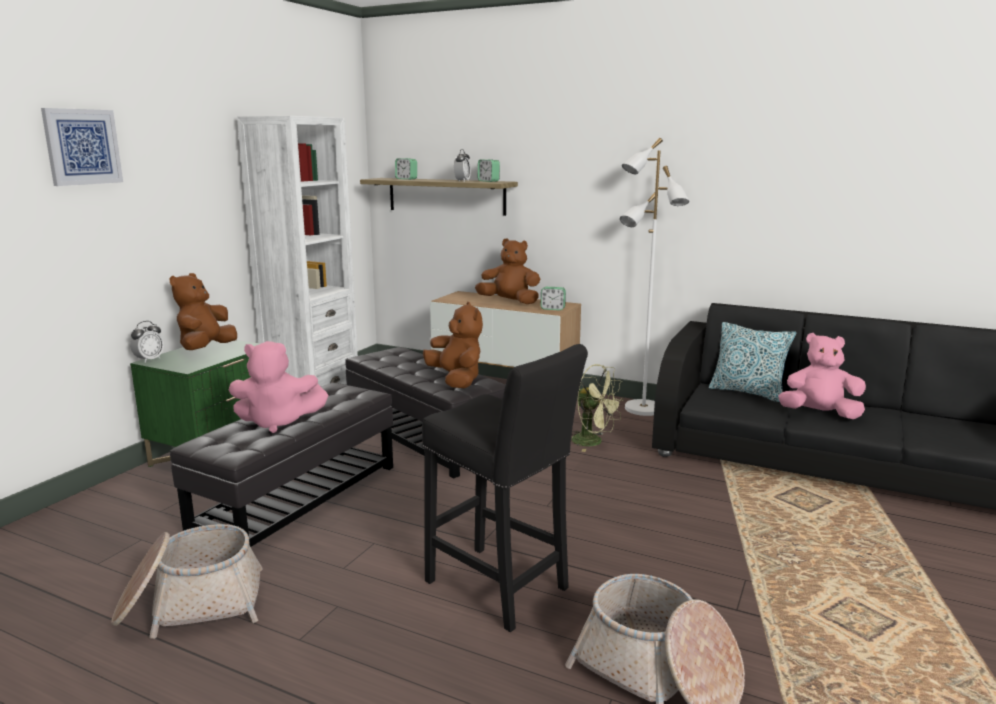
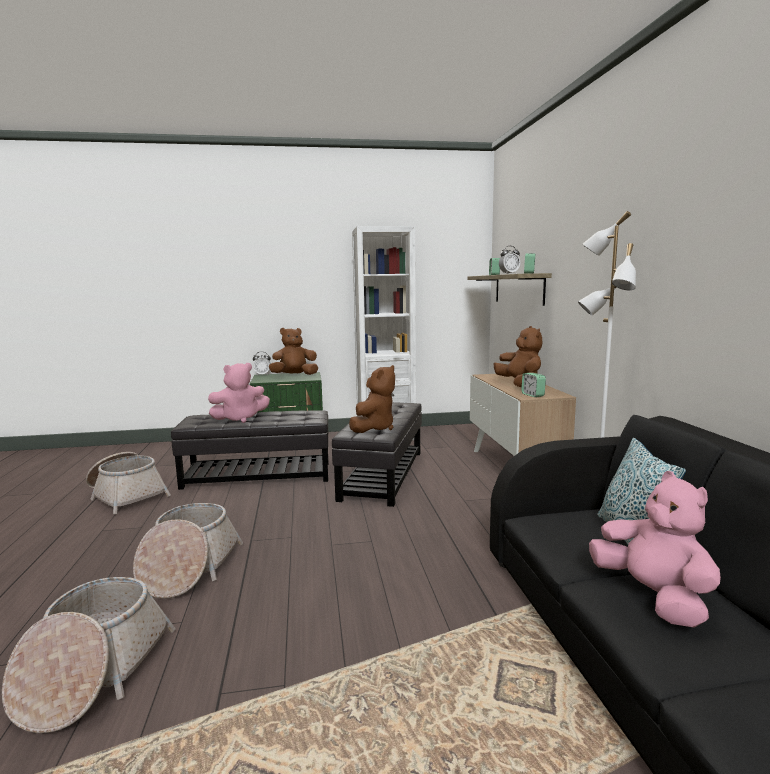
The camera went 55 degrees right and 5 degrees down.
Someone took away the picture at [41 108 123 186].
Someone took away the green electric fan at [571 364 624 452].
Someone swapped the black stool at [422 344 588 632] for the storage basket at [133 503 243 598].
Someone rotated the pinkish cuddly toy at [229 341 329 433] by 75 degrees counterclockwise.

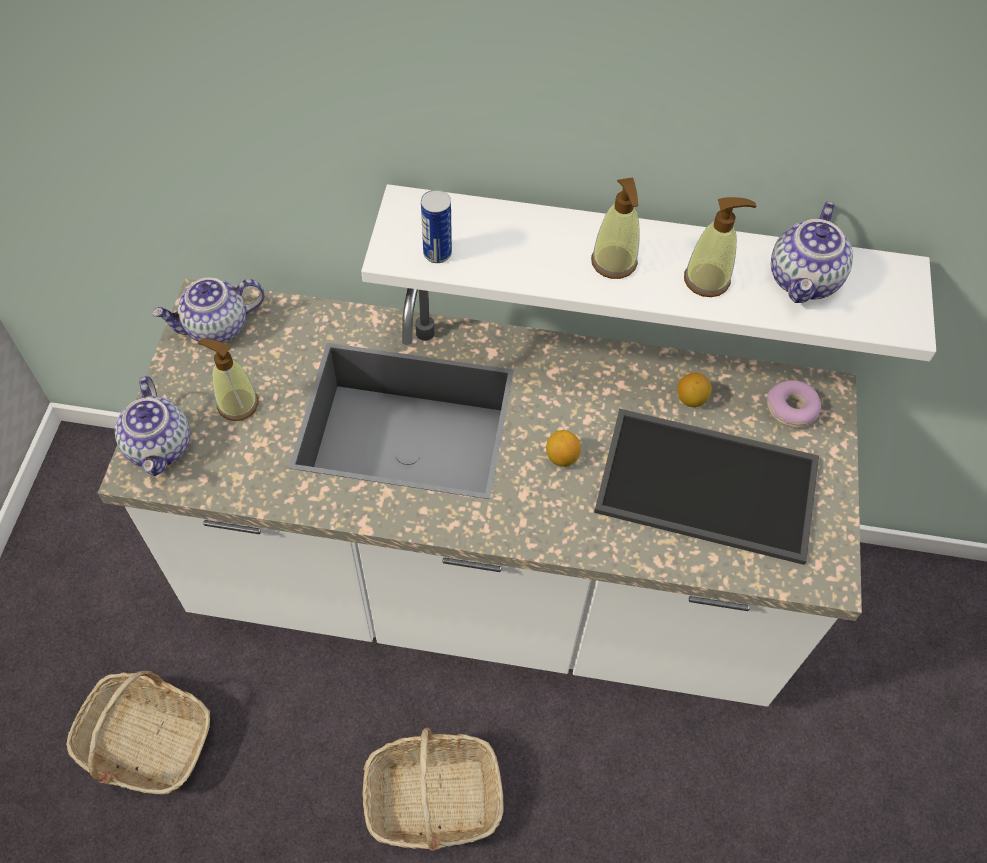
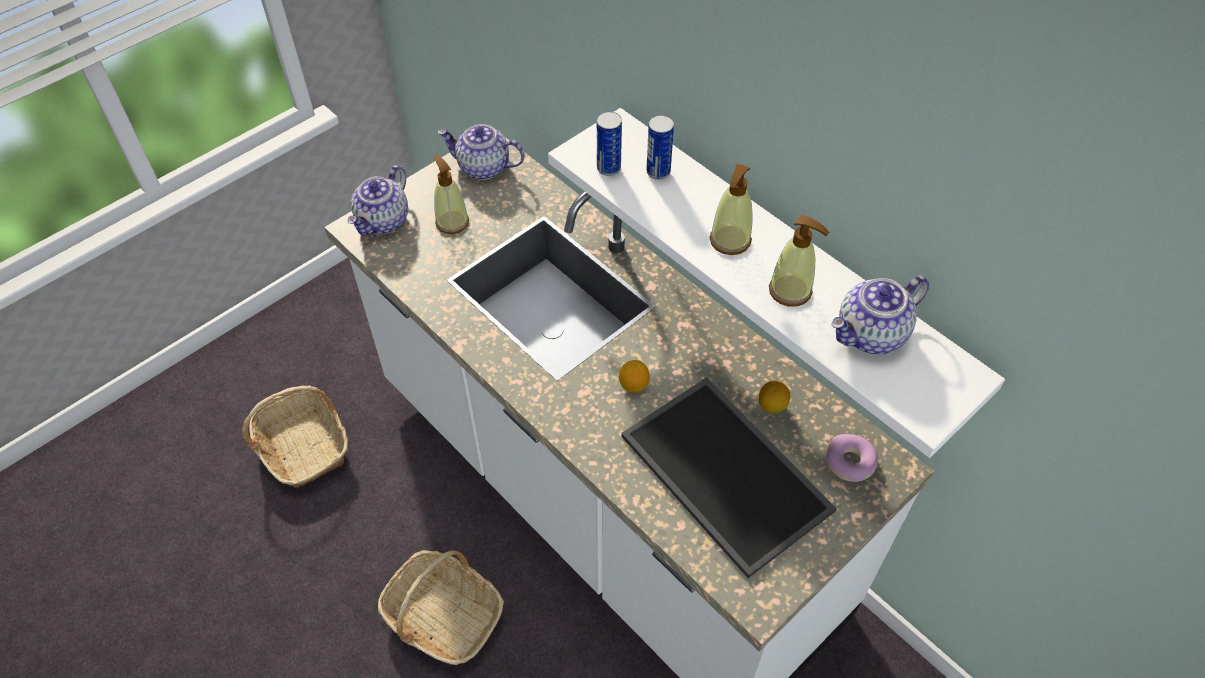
The camera went 40 degrees right and 5 degrees down.
Someone put down the sealed can at [646 115 674 180].

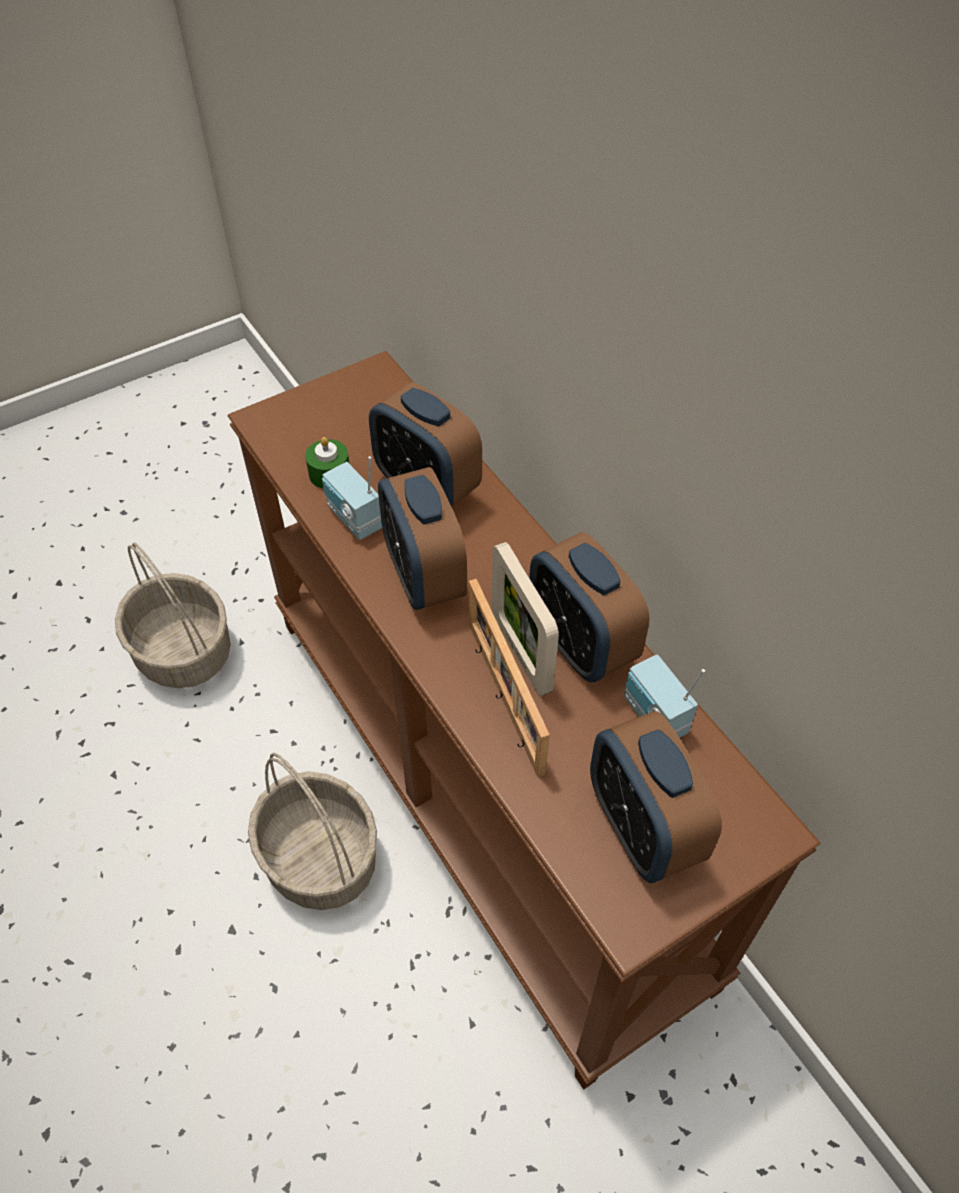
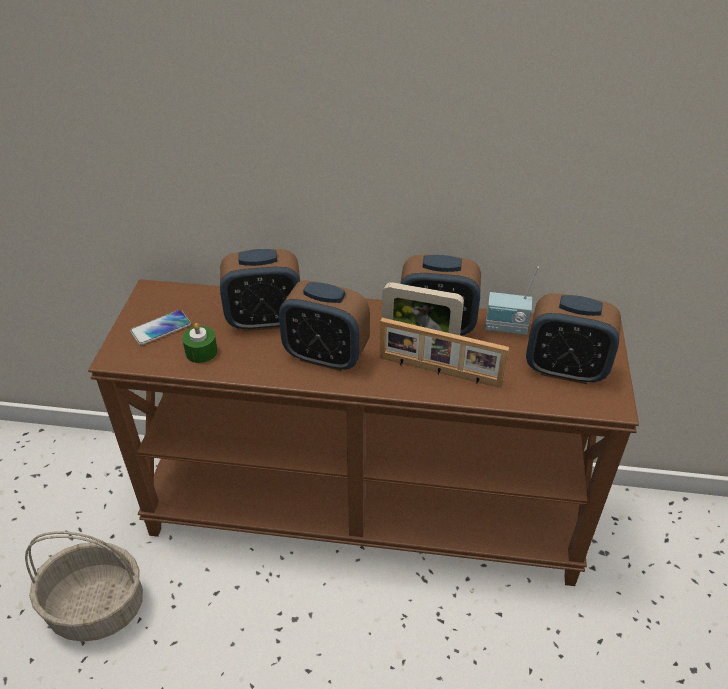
The camera went 50 degrees left and 10 degrees down.
Someone took away the storage basket at [248 752 377 910].
Someone took away the radio set at [322 456 382 540].
Someone put down the telephone at [130 310 191 345].

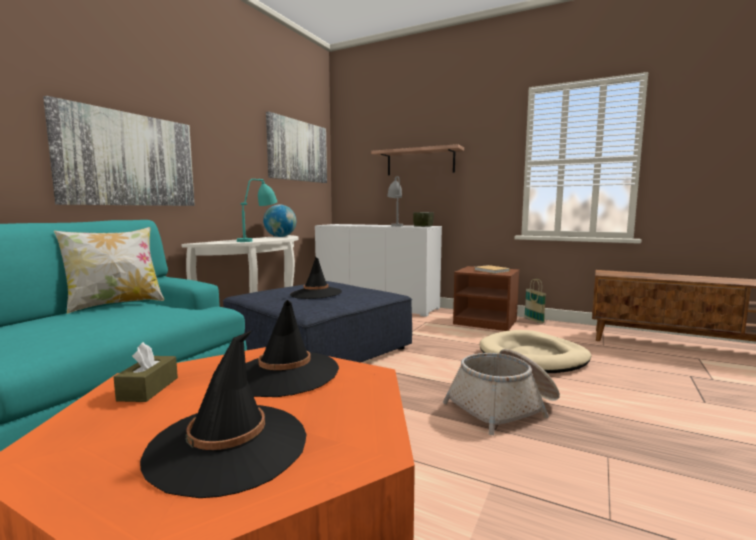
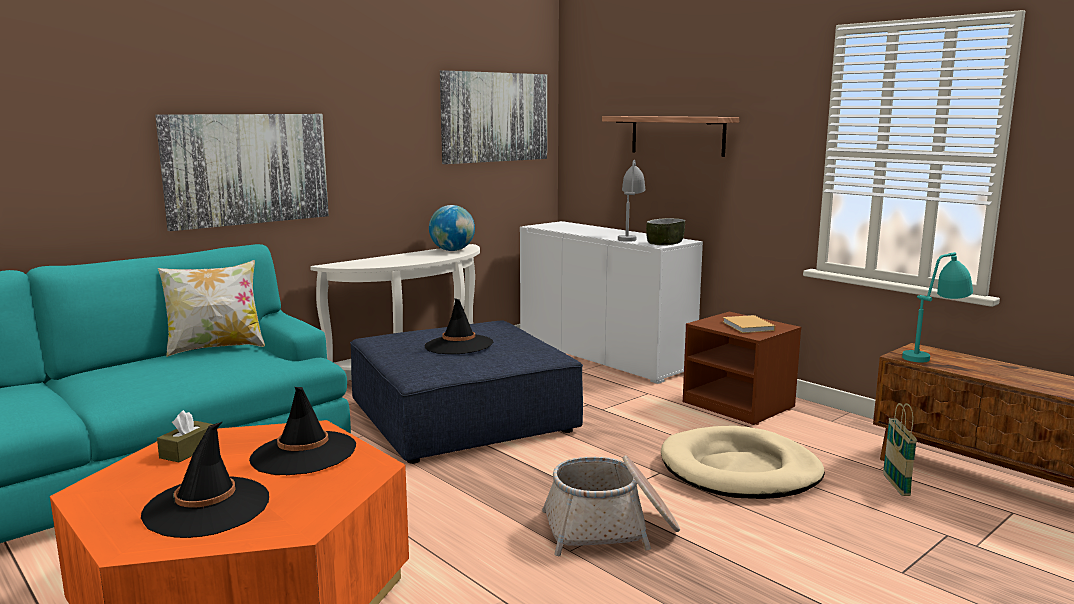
The camera went 20 degrees right and 5 degrees up.
Someone carried the turquoise tabletop lamp from [237 179 277 242] to [902 252 973 362].
Someone carried the storage basket from [524 279 546 323] to [883 403 917 496].

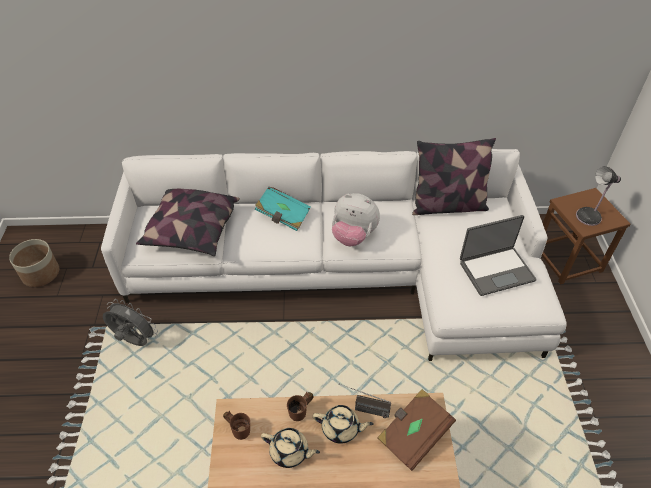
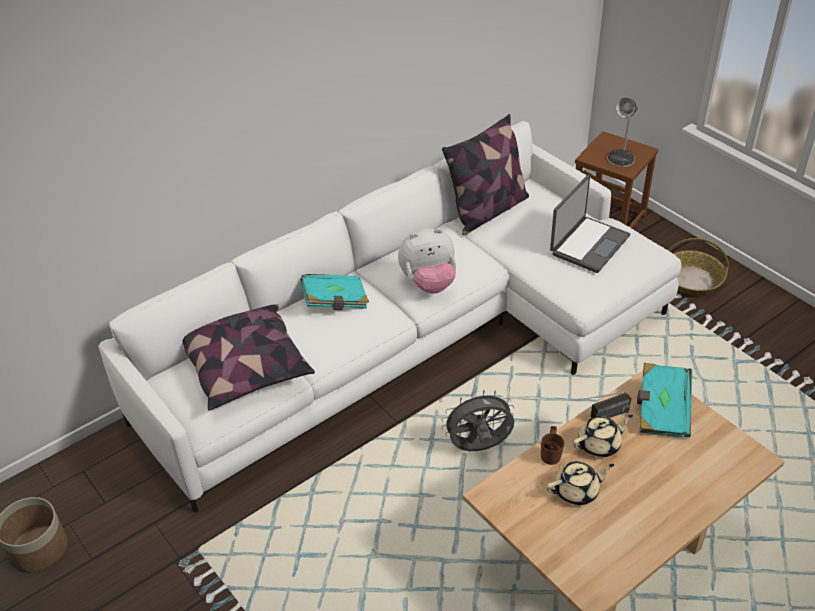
The camera went 35 degrees left and 5 degrees down.
Someone took away the brown-coloured coffee mug at [223 411 250 440].
Someone put down the storage basket at [668 238 729 295].
Someone carried the grey electric fan from [103 299 158 346] to [442 390 515 451].
Someone repainted the brown-coloured book at [377 389 456 471], which became the turquoise book at [637 363 693 438].

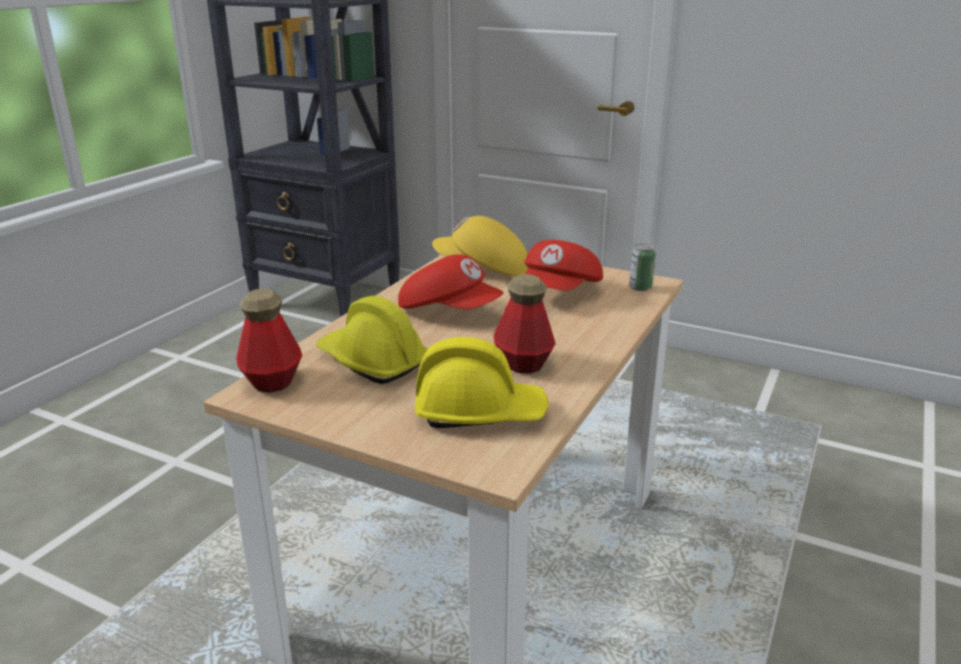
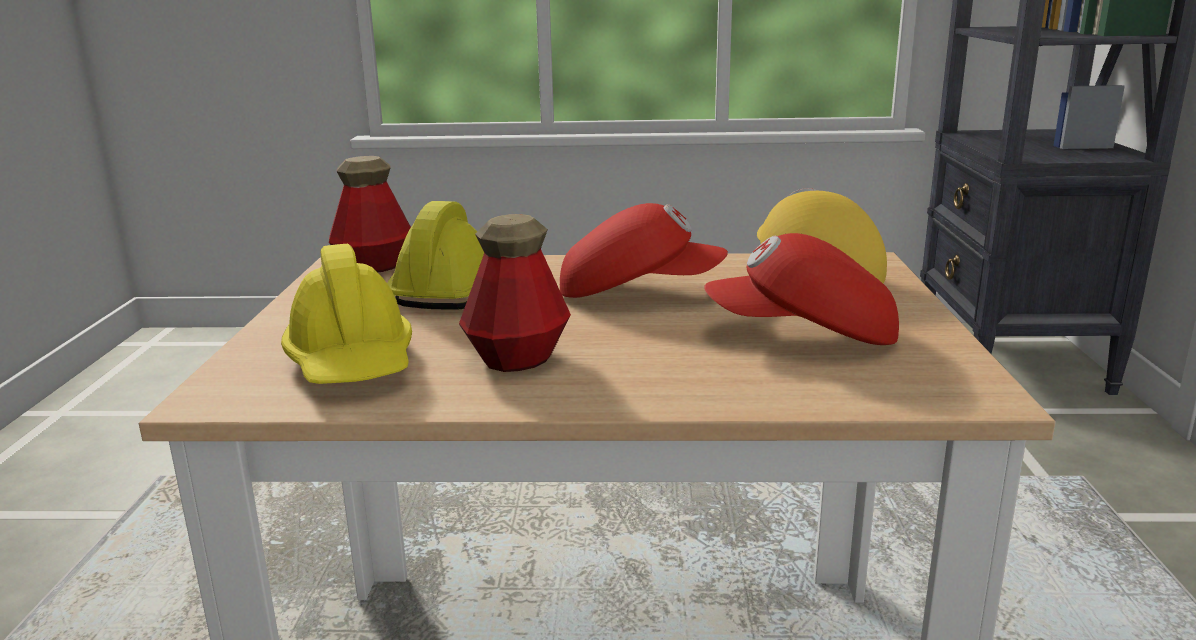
The camera went 65 degrees right and 5 degrees down.
Someone took away the sealed can at [629 243 656 291].
Someone rotated the red peaked cap at [398 254 504 309] by 90 degrees counterclockwise.

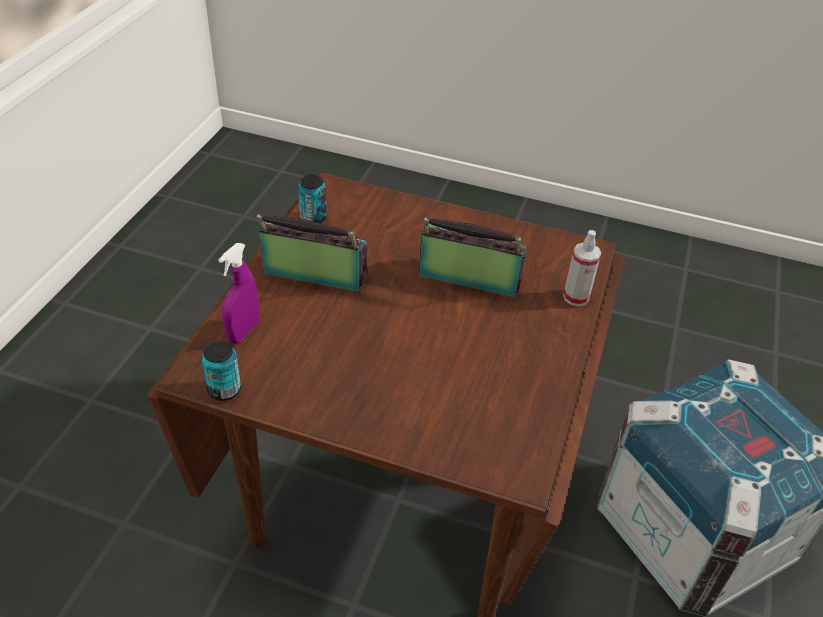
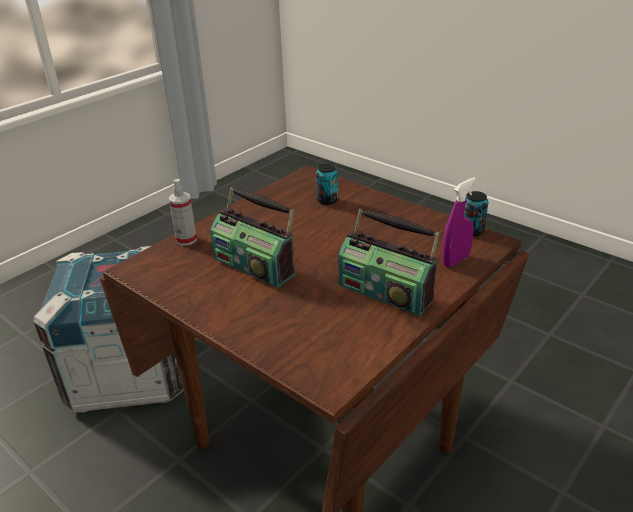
The camera went 155 degrees left and 10 degrees down.
Someone carried the sealed can from [298 175 327 223] to [316 164 338 205].

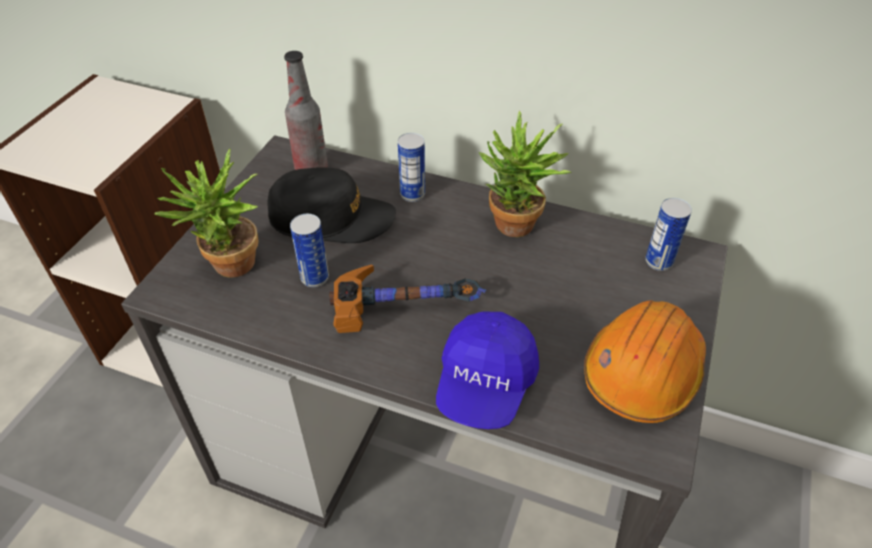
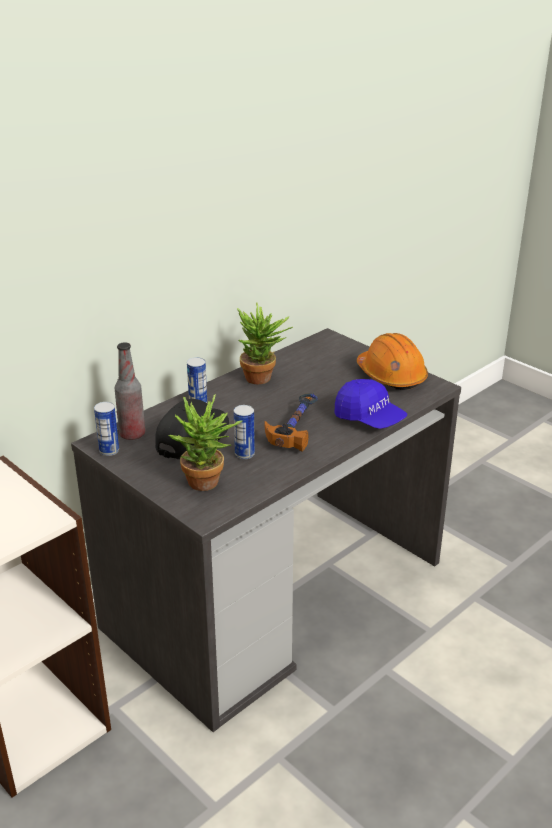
The camera went 65 degrees left and 15 degrees down.
Someone carried the sealed can from [645 198 692 271] to [94 402 119 456].

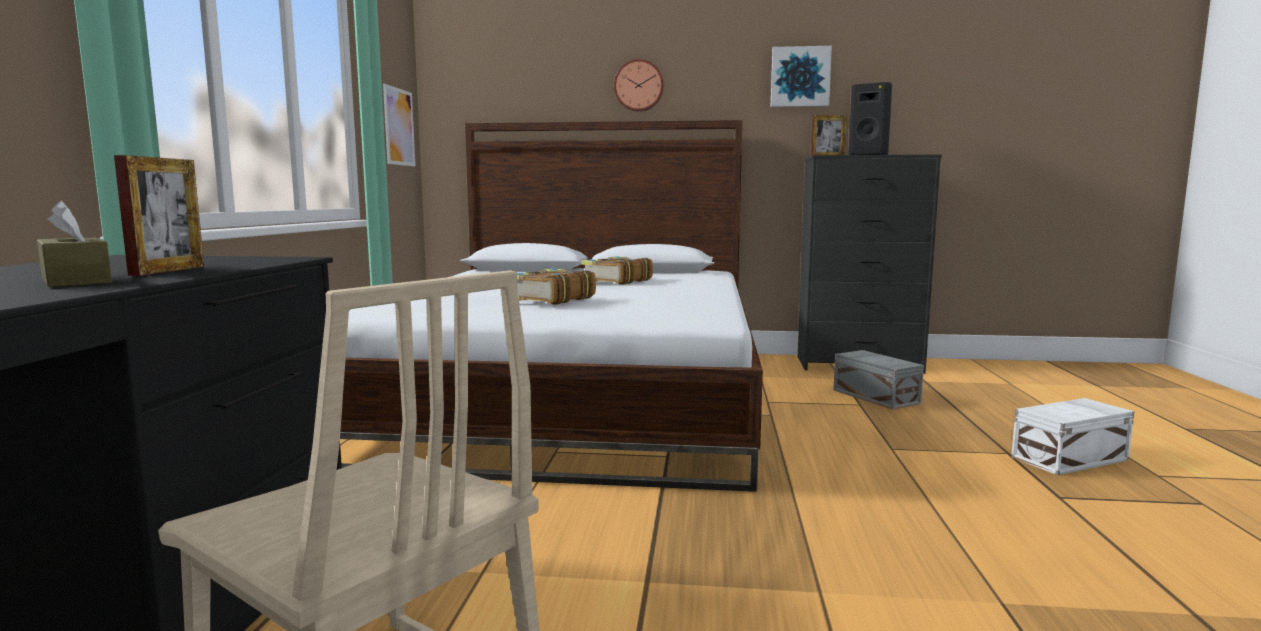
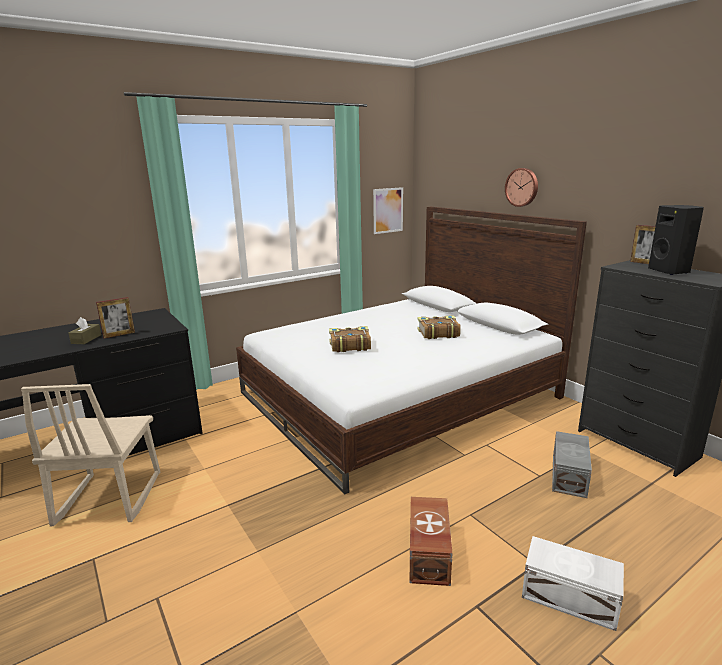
The camera went 50 degrees right and 10 degrees up.
Someone took away the picture at [771 46 832 107].
Someone put down the brown-coloured storage container at [409 497 452 586].

